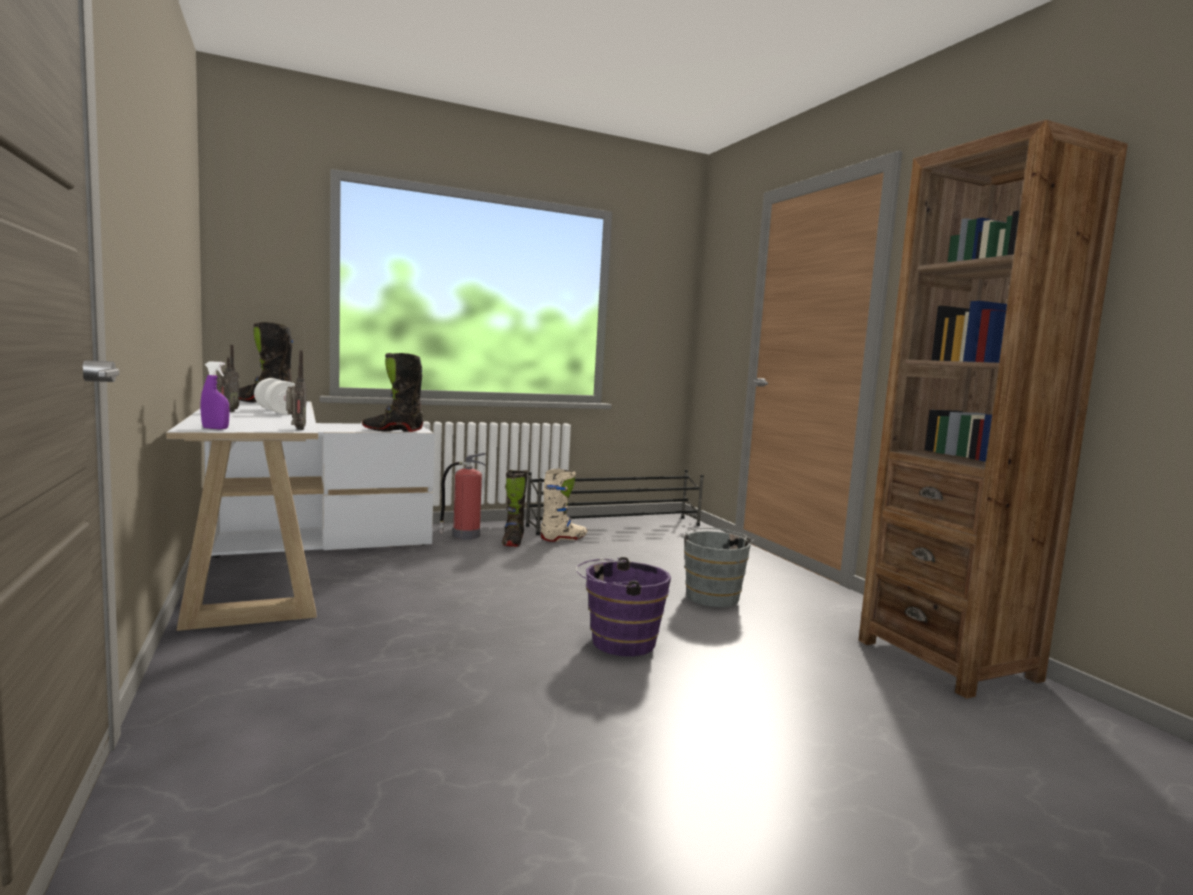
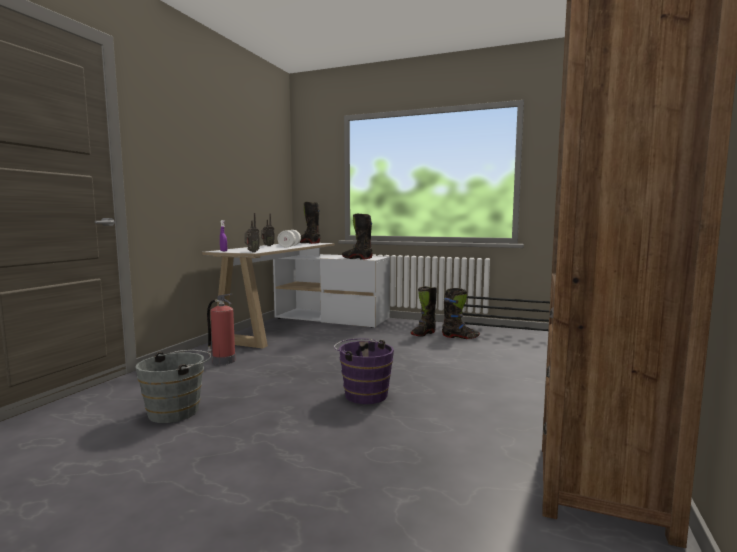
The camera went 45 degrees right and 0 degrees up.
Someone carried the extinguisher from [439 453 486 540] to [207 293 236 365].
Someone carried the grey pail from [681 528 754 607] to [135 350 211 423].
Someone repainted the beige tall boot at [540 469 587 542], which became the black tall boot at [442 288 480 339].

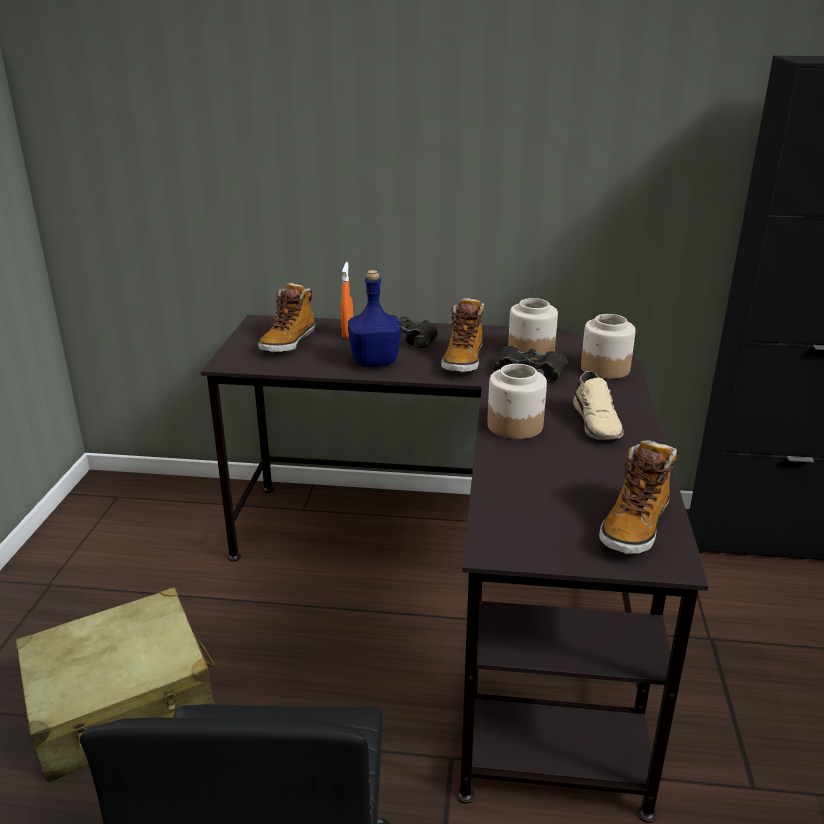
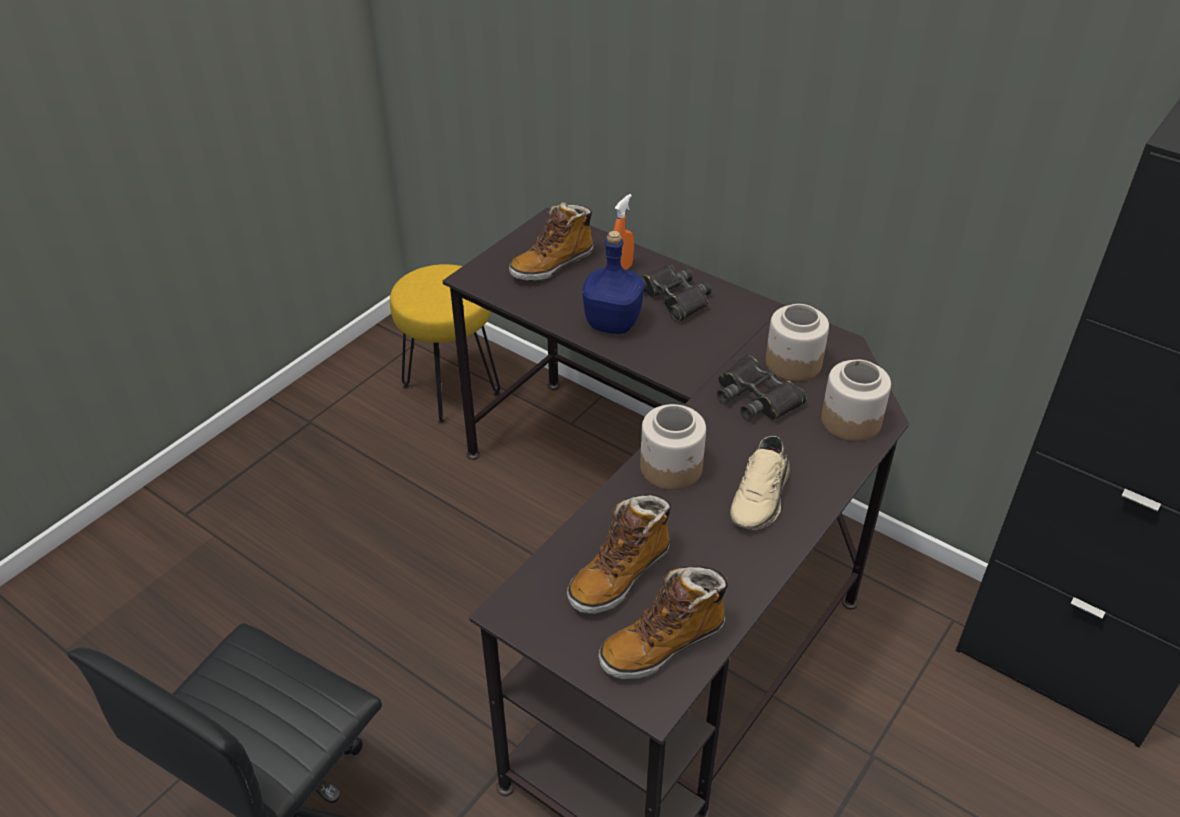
The camera went 30 degrees right and 15 degrees up.
Someone took away the beige travel case at [16 587 215 782].
Someone put down the yellow stool at [390 264 500 424].
Someone carried the tall boot from [441 298 484 373] to [567 494 671 614].

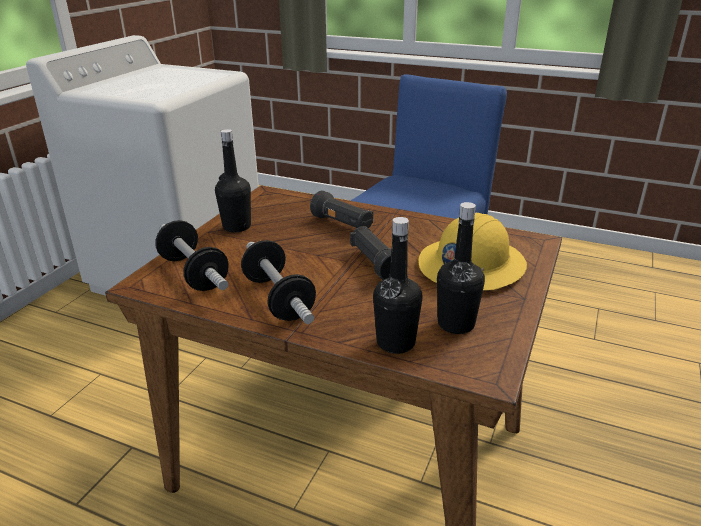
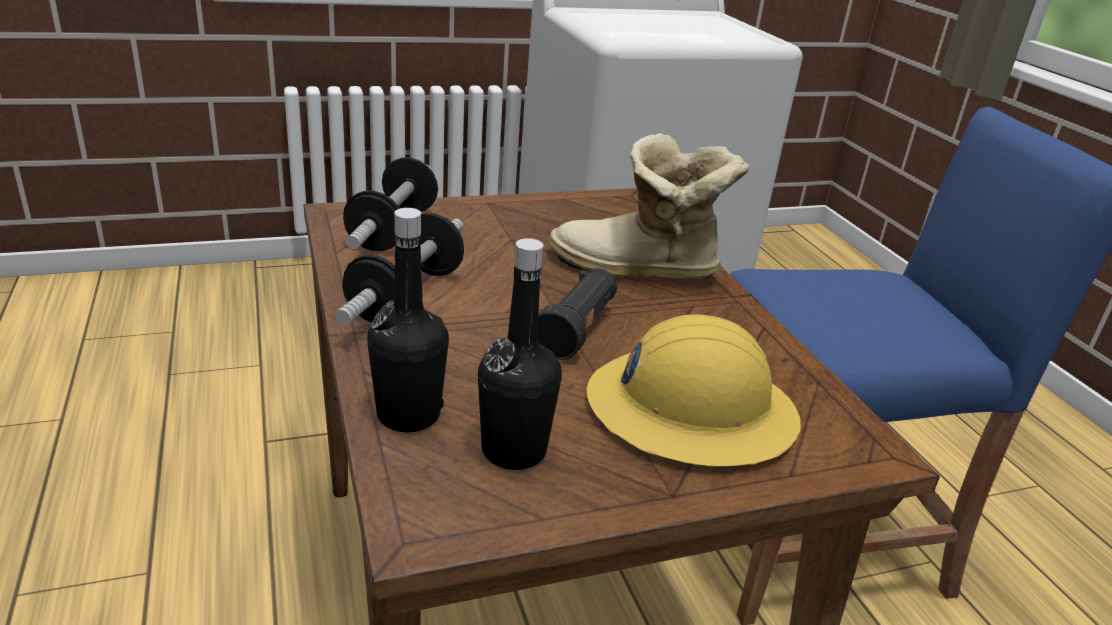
The camera went 45 degrees right and 0 degrees up.
Someone took away the black drink bottle at [215 129 251 232].
Someone swapped the black hand torch at [310 190 373 228] for the tall boot at [549 133 749 279].

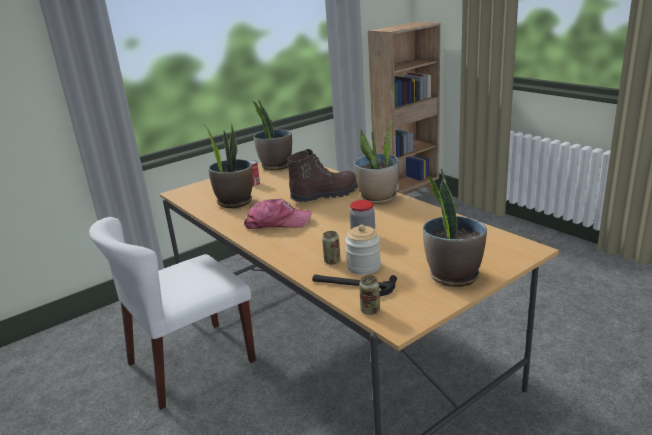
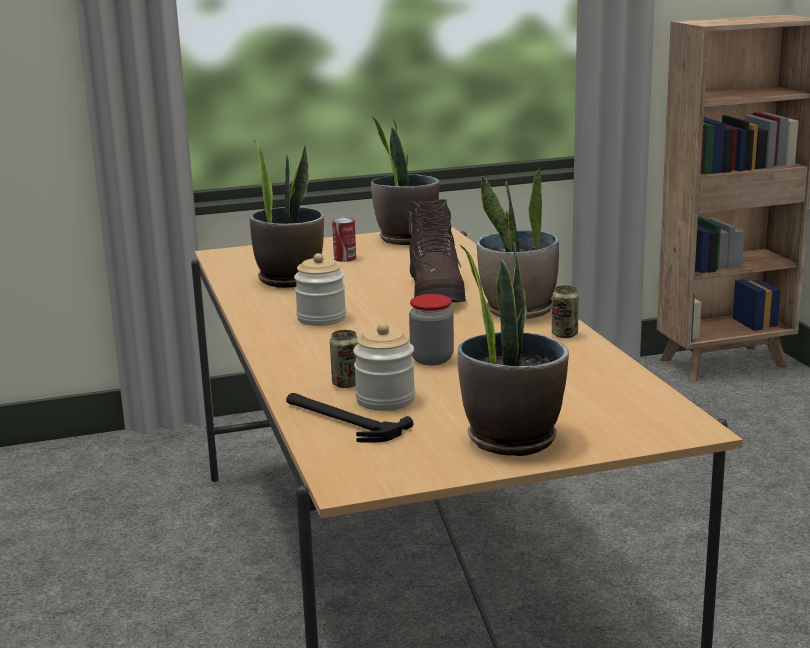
The camera went 20 degrees right and 5 degrees down.
Someone took away the white-coloured upright chair at [89 217 256 409].
Someone carried the sealed can from [359 275 380 315] to [552 285 579 338].
Someone swapped the peaked cap at [244 199 312 229] for the preserve jar at [294 253 346 326].
Someone rotated the brown-coloured tall boot at [287 149 358 202] by 90 degrees clockwise.

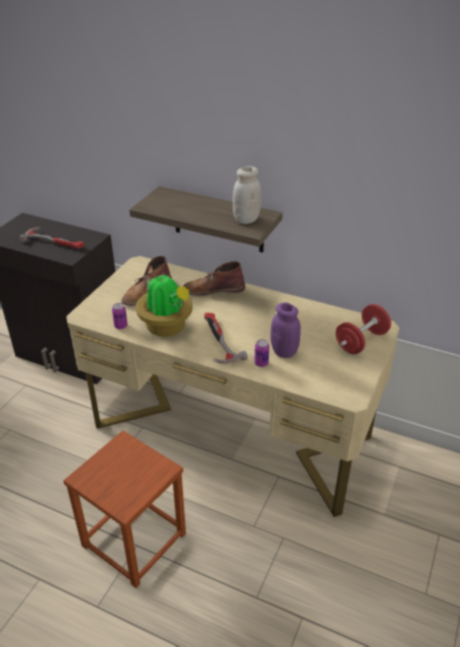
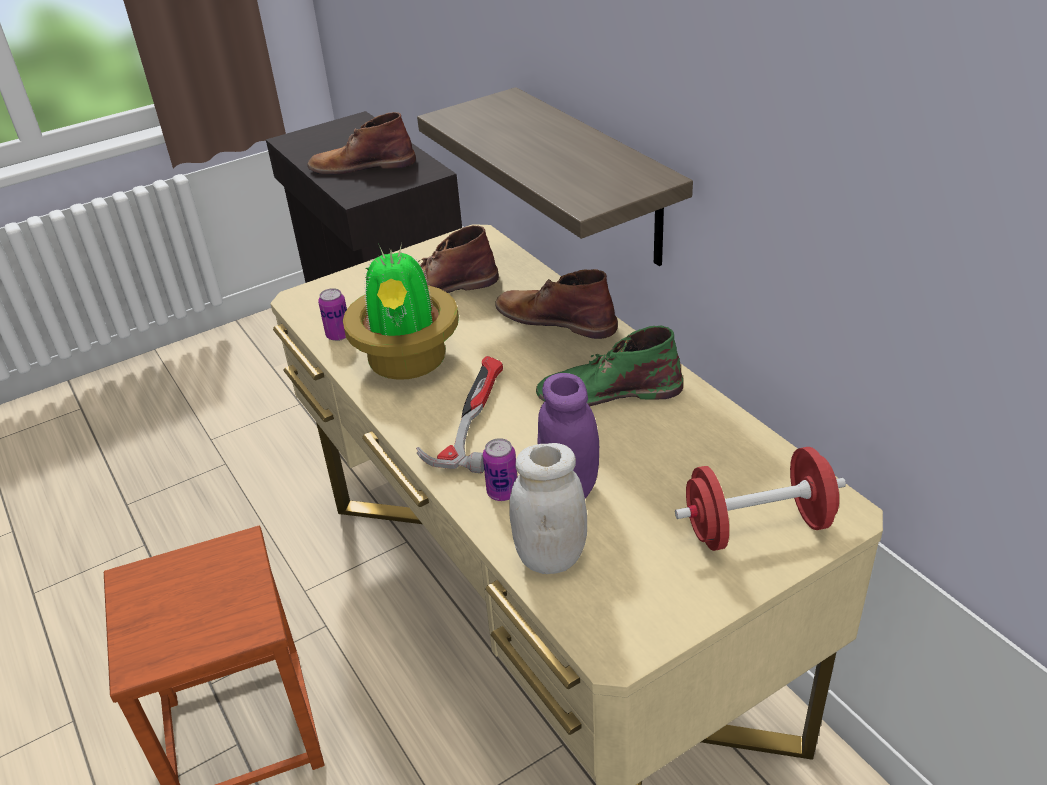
The camera went 35 degrees right and 0 degrees up.
Someone put down the green tall boot at [536 325 683 406].
Someone carried the white-coloured preserve jar from [233 166 261 224] to [509 443 587 574].
Someone swapped the hand hammer at [18 227 84 249] for the brown-coloured tall boot at [308 112 416 175].

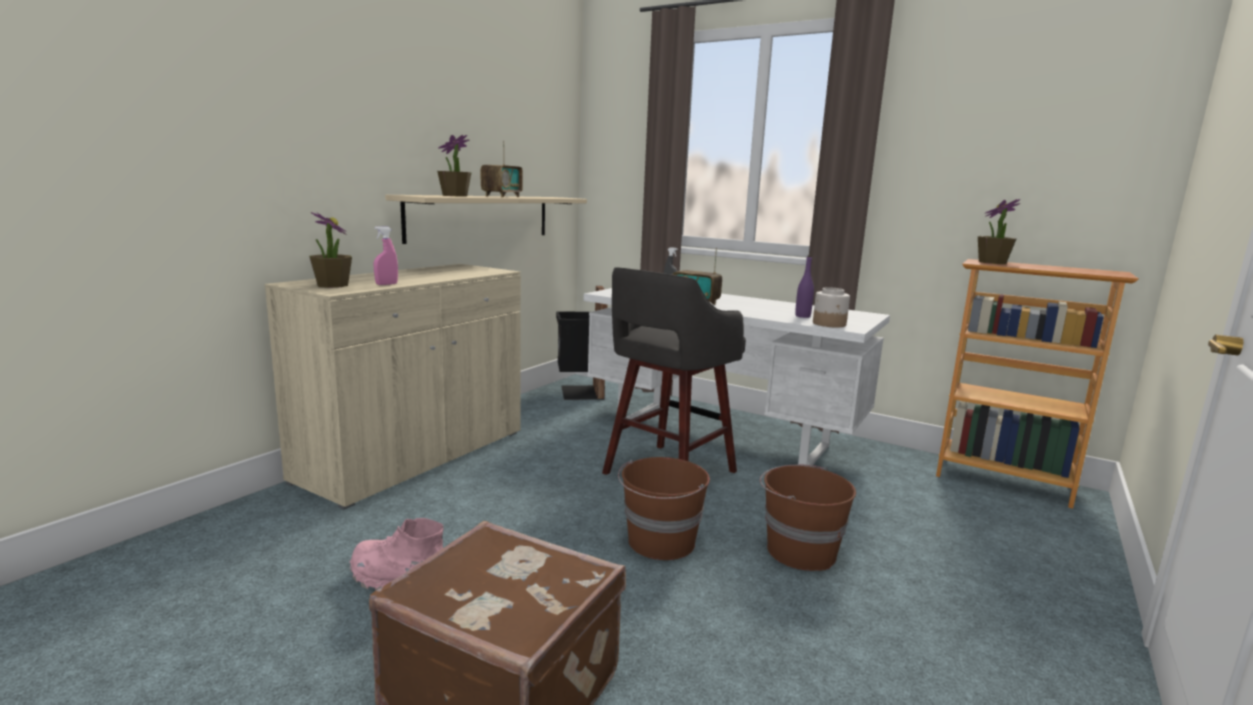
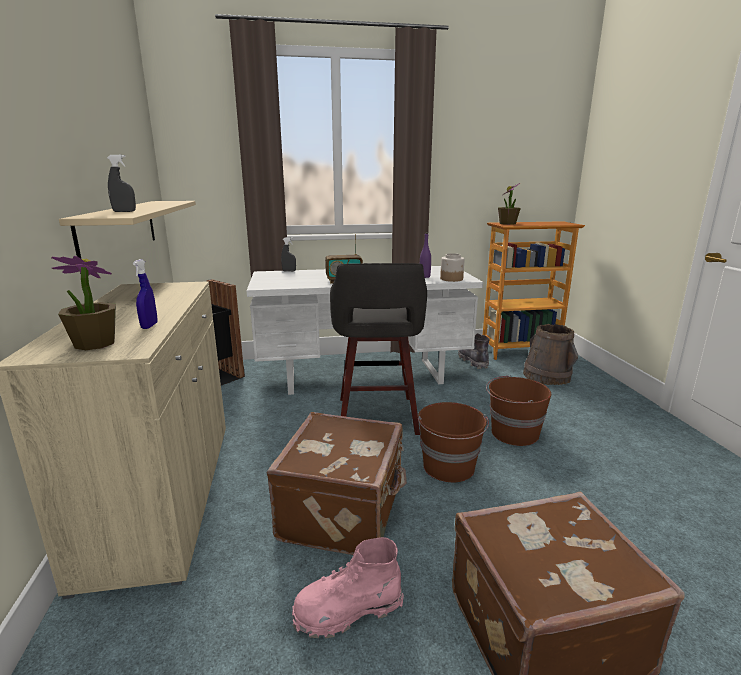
The camera went 40 degrees left and 5 degrees up.
Someone took away the radio set at [481 141 523 197].
Someone put down the brown-coloured travel case at [266 412 407 555].
Someone put down the grey tall boot at [458 333 490 369].
Someone put down the brown-coloured pail at [523 324 578 385].
Someone swapped the potted plant at [437 135 472 197] for the grey spray bottle at [107 155 136 212].
Someone repainted the pinkish spray bottle at [374 226 398 285], which became the bluish spray bottle at [133 259 158 329].

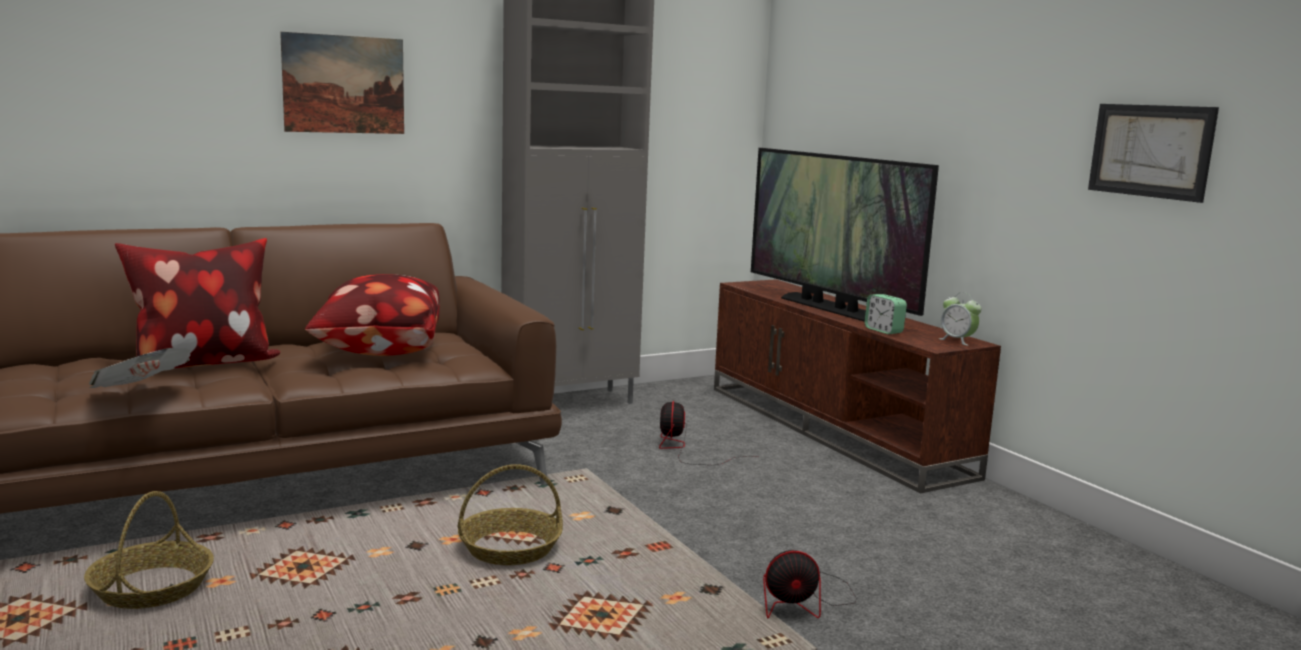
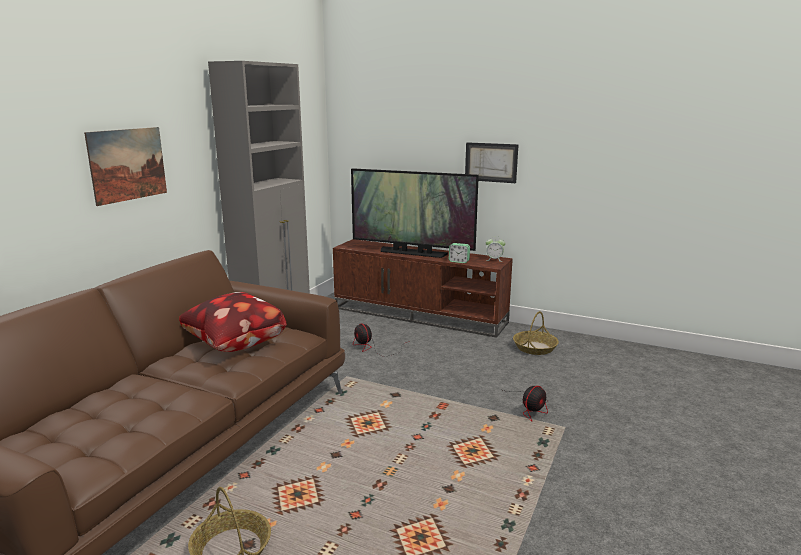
The camera went 35 degrees left and 5 degrees up.
Someone took away the daily paper at [89 348 191 388].
Someone took away the throw pillow at [115 238 280 368].
Someone carried the storage basket from [457 464 563 565] to [513 311 559 355].
Someone carried the picture from [1088 104 1219 203] to [465 142 519 183].

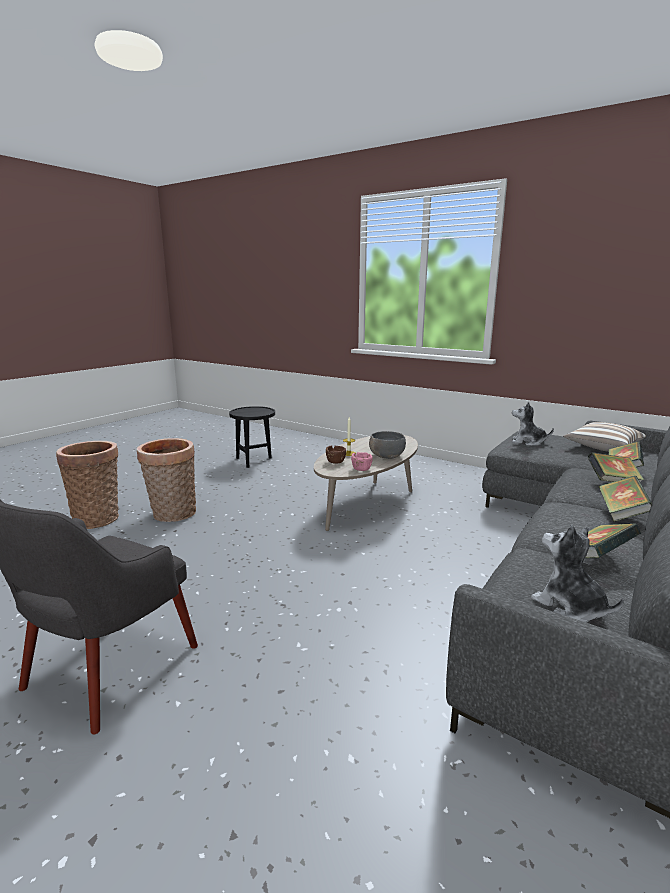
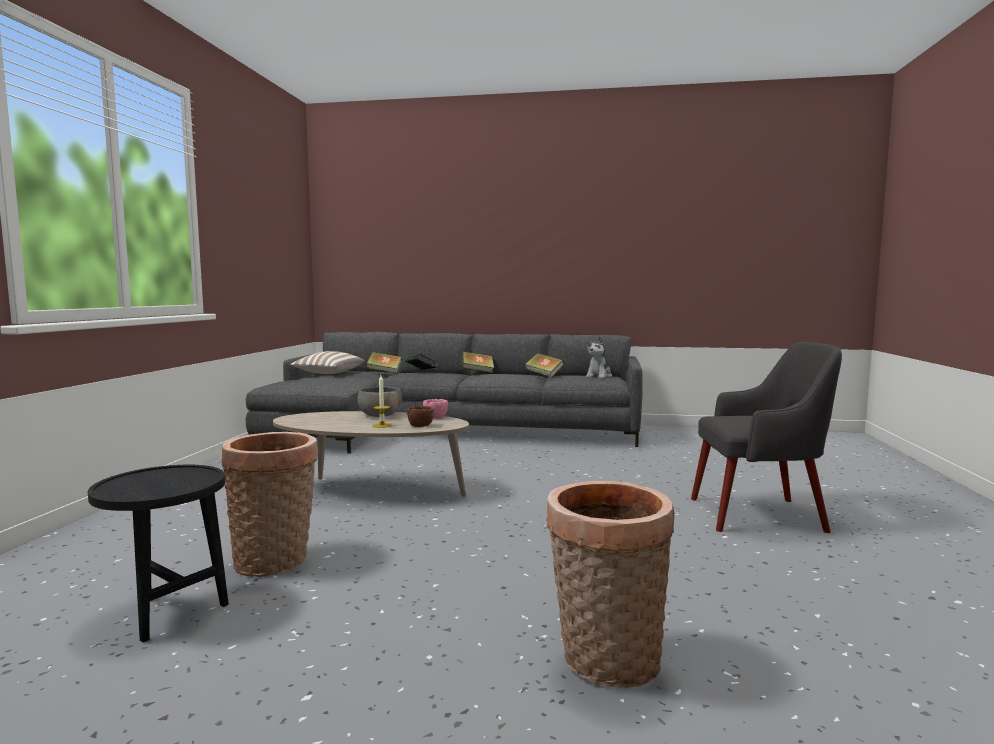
The camera went 115 degrees left and 10 degrees down.
Someone took away the cuddly toy at [512 401 554 446].
Someone carried the storage basket from [137 438 196 522] to [221 432 318 577].

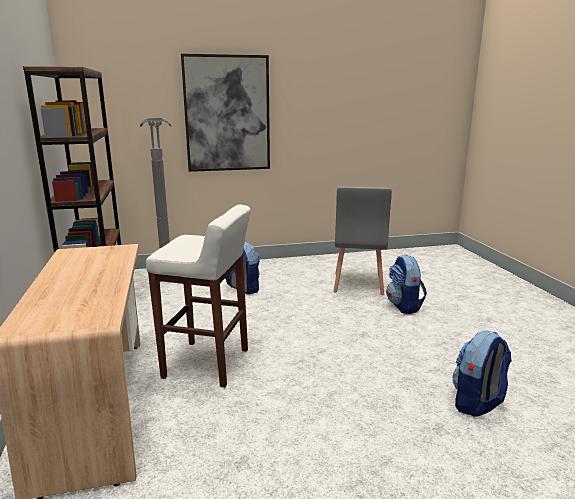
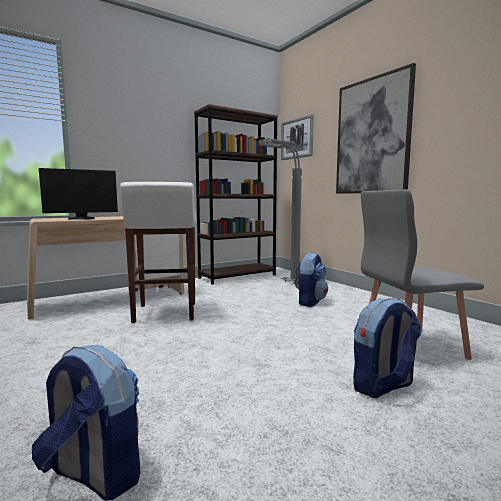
The camera went 70 degrees right and 10 degrees down.
Someone put down the computer display at [39 168 118 220].
Someone put up the picture at [281 114 314 160].

